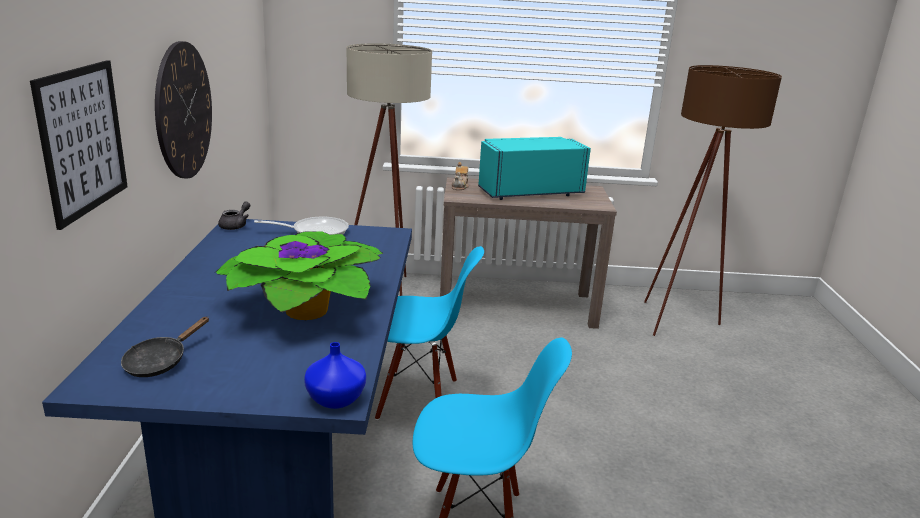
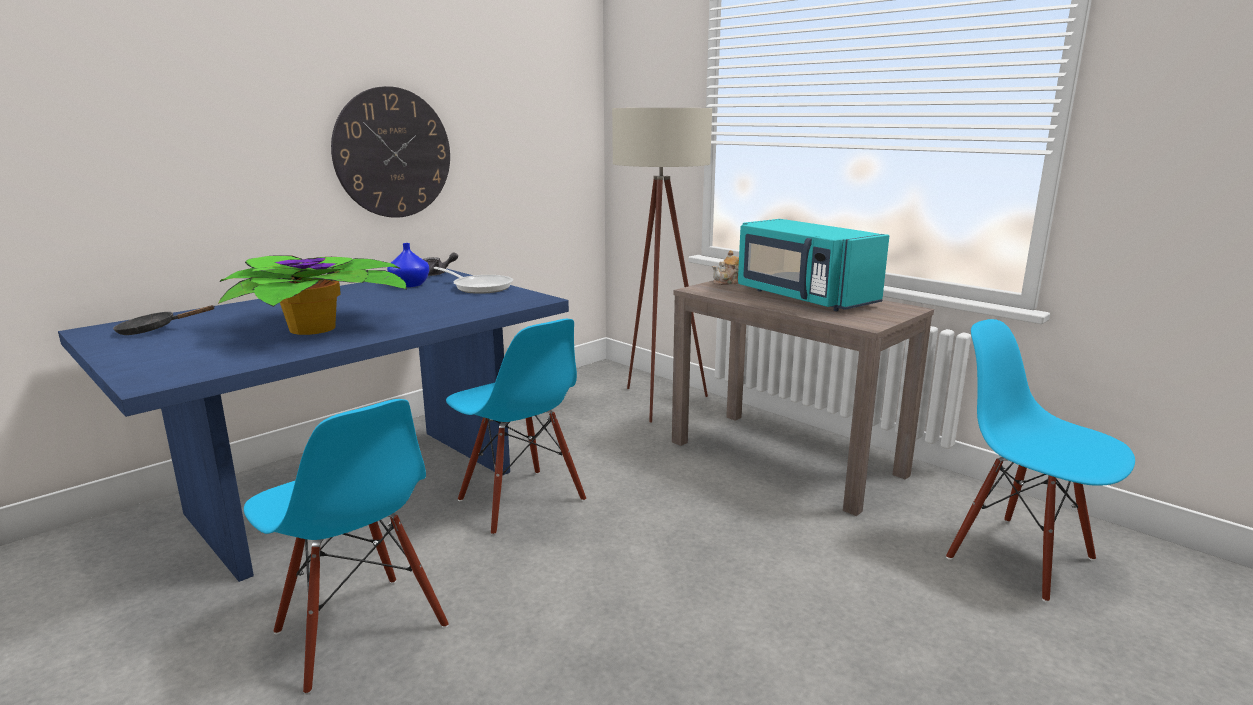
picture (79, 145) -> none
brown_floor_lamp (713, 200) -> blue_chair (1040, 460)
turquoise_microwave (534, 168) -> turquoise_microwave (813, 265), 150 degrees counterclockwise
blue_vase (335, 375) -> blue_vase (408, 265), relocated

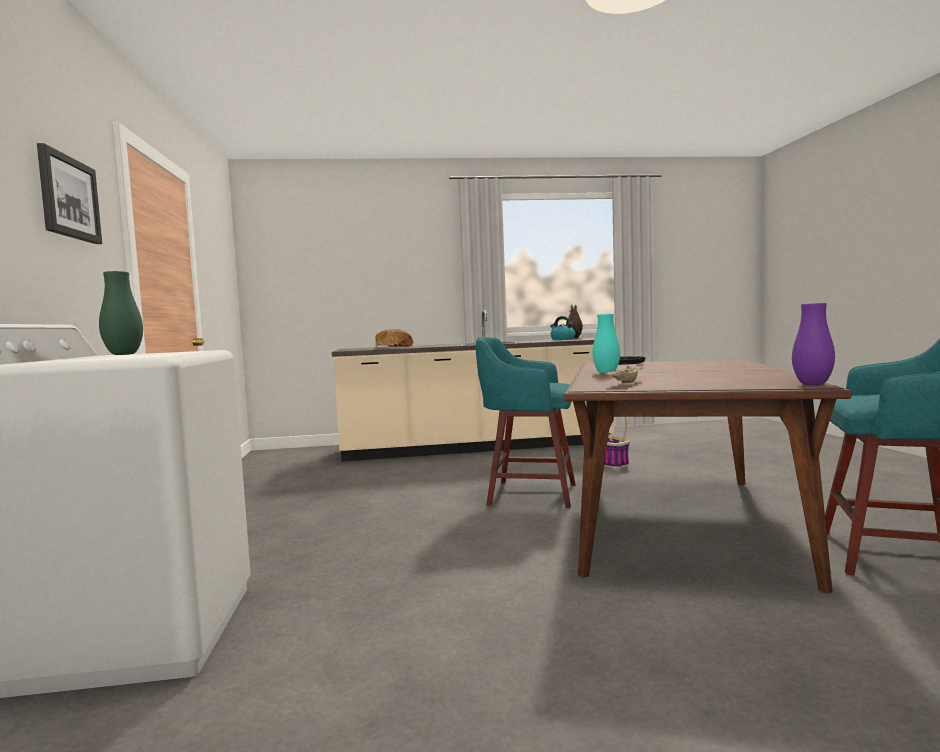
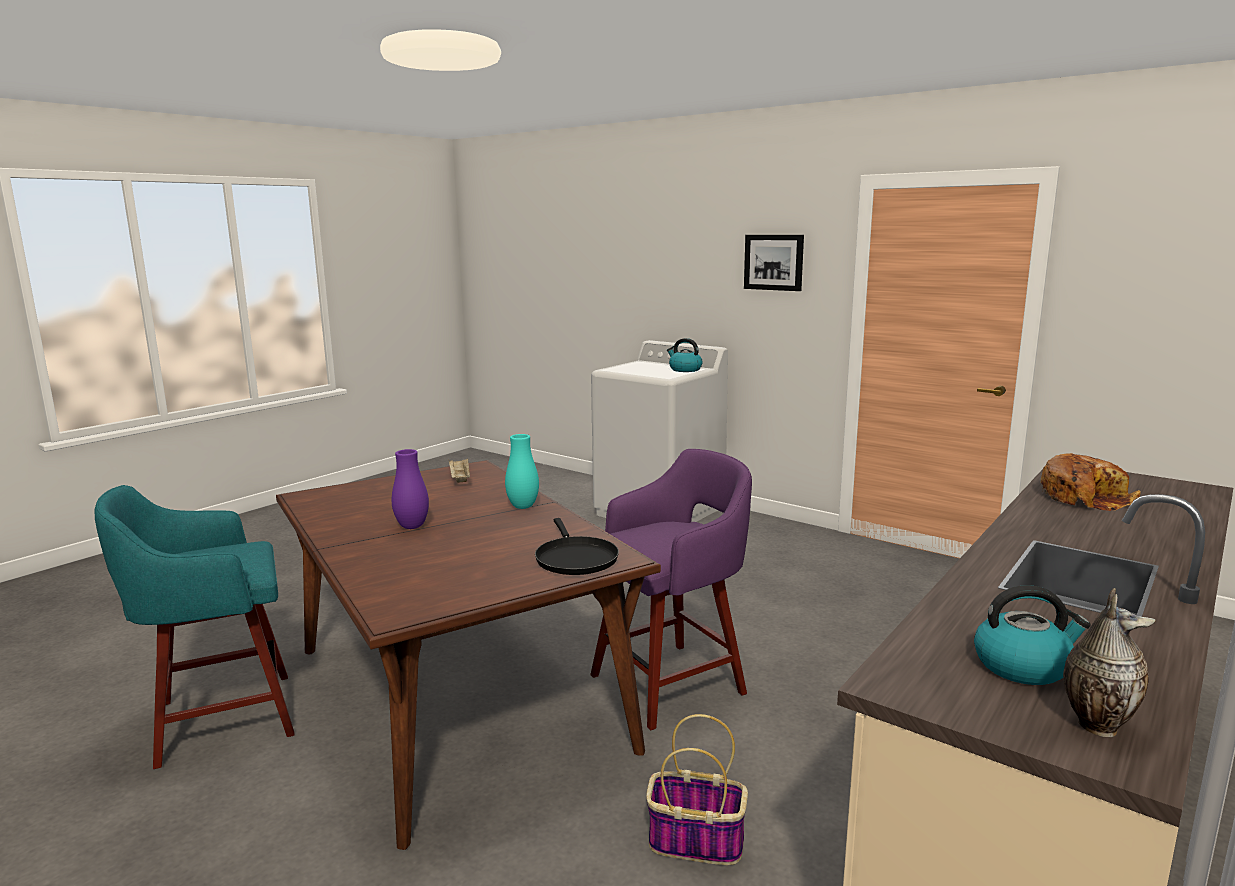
green_vase (121, 313) -> kettle (684, 355)
purple_vase (813, 344) -> purple_vase (410, 489), relocated
turquoise_stool (526, 422) -> purple_stool (671, 589)

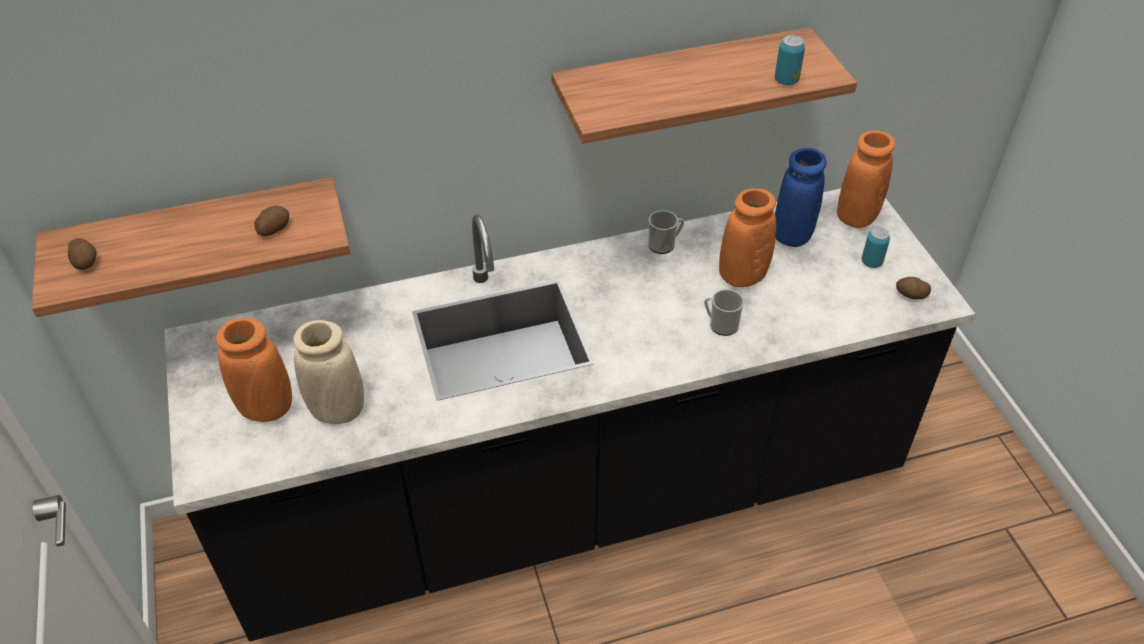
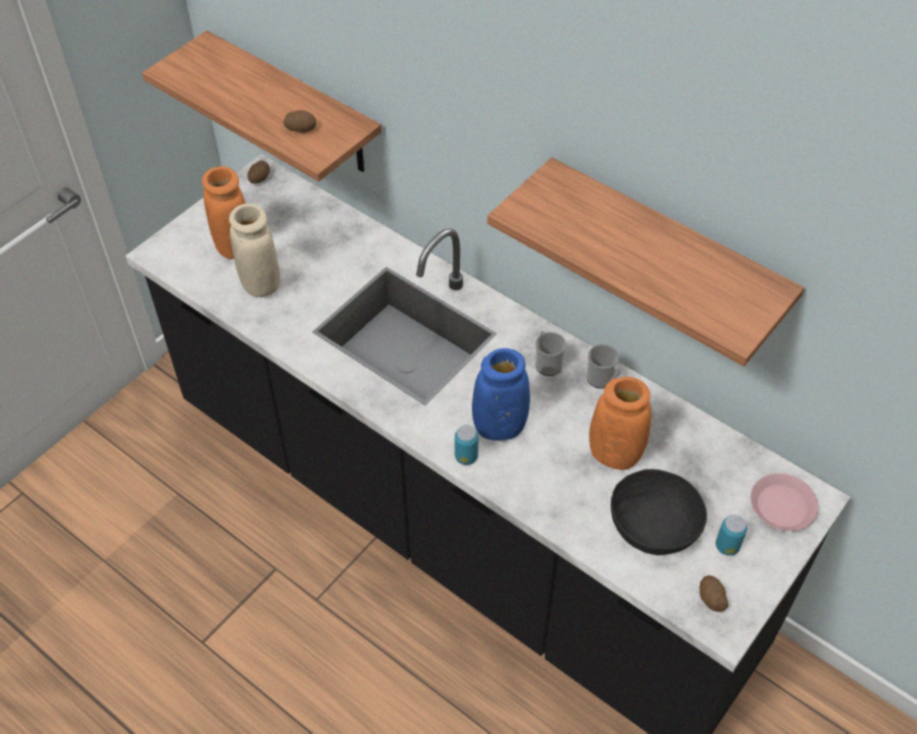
can (790, 60) -> can (466, 445), relocated
orange_vase (866, 179) -> pink_plate (784, 502)
blue_vase (801, 197) -> blue_vase (501, 394), relocated
potato (82, 254) -> potato (258, 172), relocated
mug (724, 312) -> mug (550, 353), relocated
none -> black_bowl (659, 512)

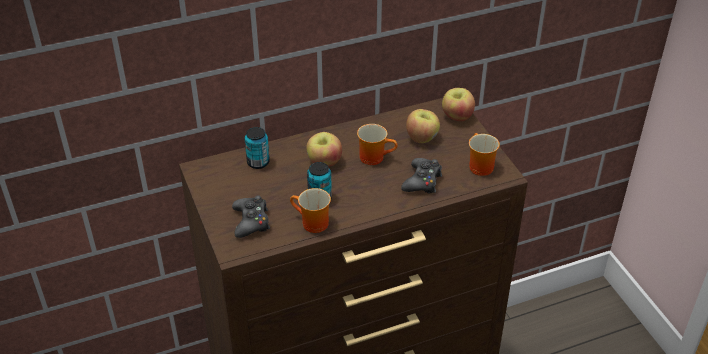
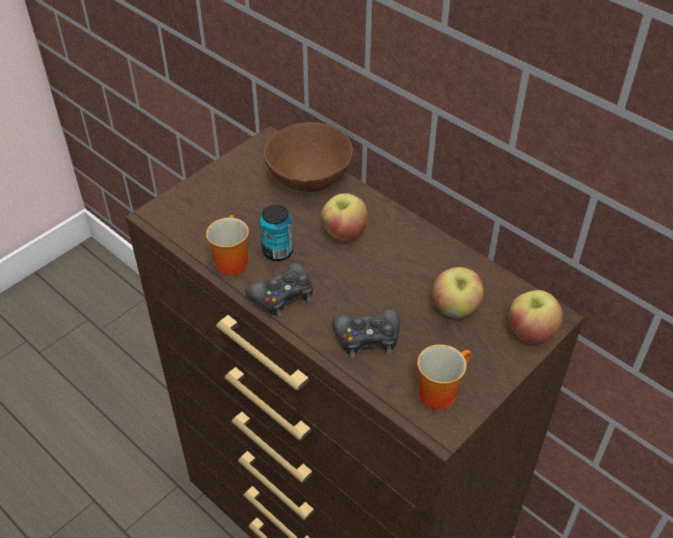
mug (377, 144) -> none
can (257, 148) -> brown_bowl (308, 157)
black_game_controller (251, 216) -> black_game_controller (279, 290), relocated

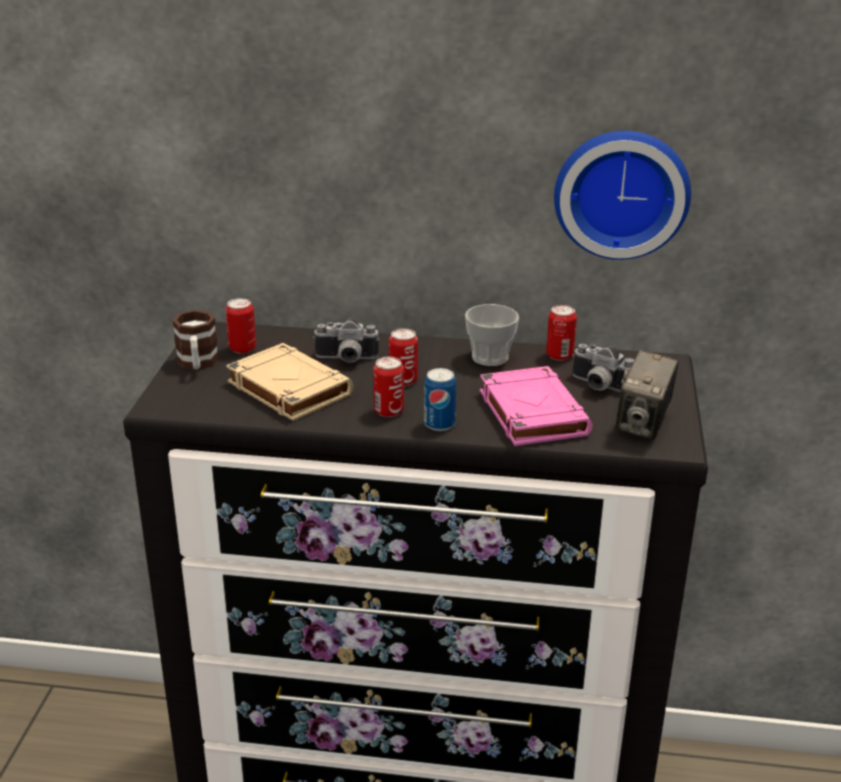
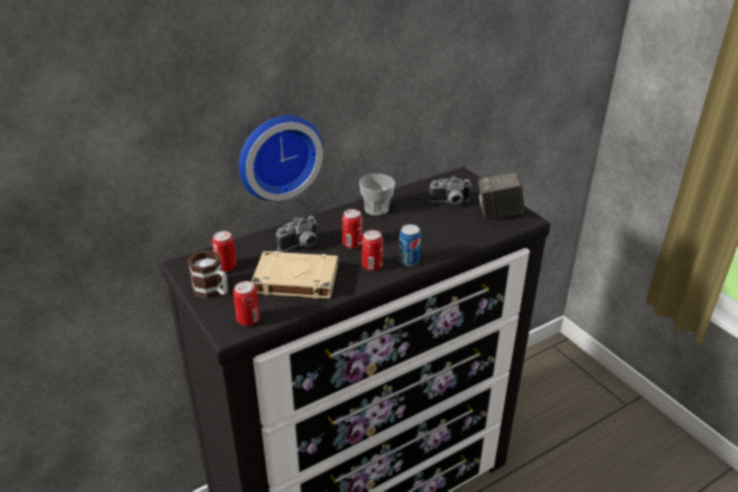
wall_clock (622, 195) -> wall_clock (281, 158), relocated
can (561, 333) -> can (246, 303), relocated
photo_camera (647, 395) -> photo_camera (501, 196), 105 degrees clockwise
pink_book (536, 406) -> none

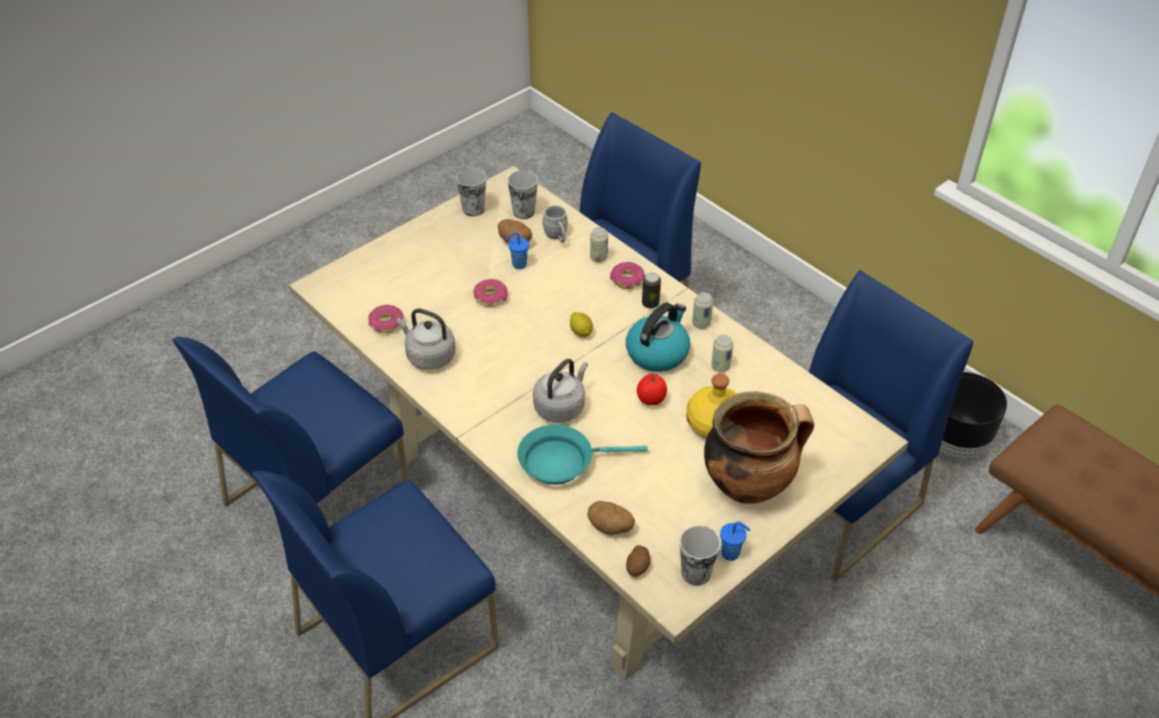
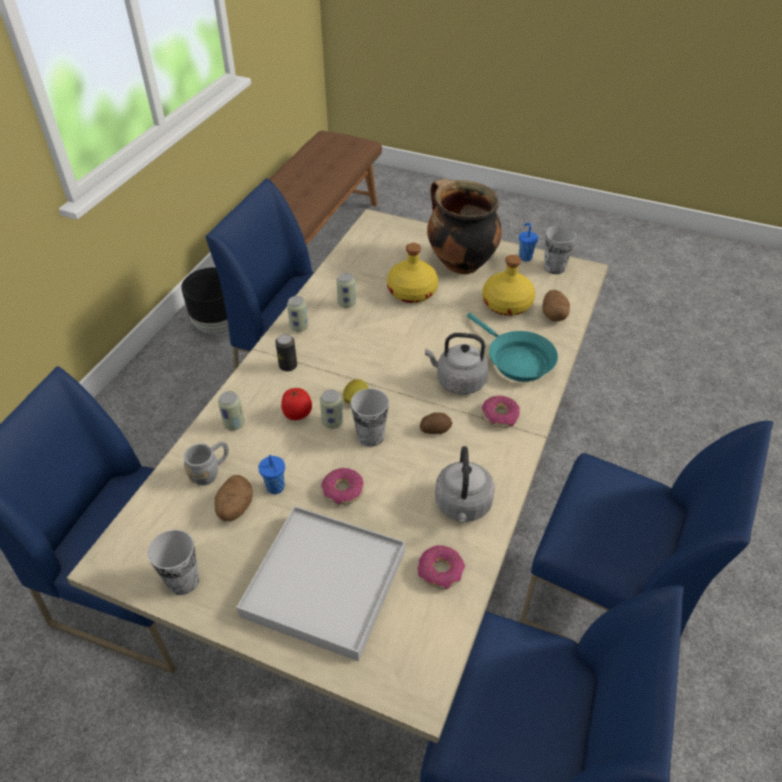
cup (522, 194) -> cup (370, 417), relocated
donut (627, 275) -> donut (501, 411), relocated
kettle (658, 337) -> none
tomato (652, 389) -> tomato (296, 404), relocated
potato (638, 561) -> potato (436, 423), relocated
none -> yellow_bottle (508, 285)
none -> can (331, 409)
none -> white_tray (321, 583)

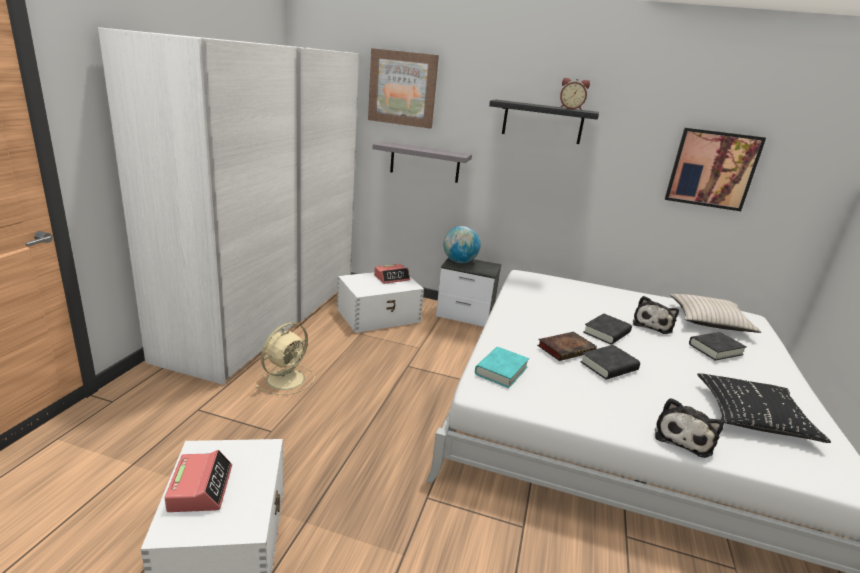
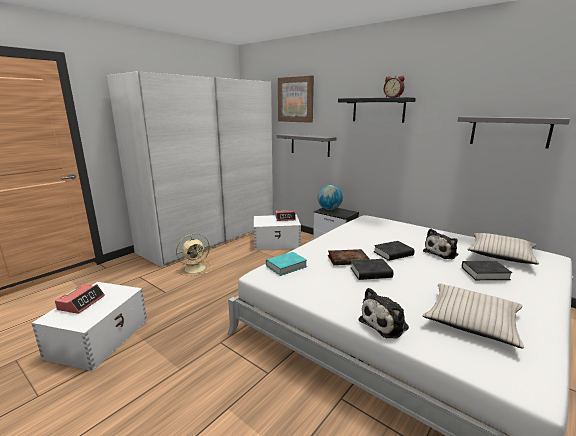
picture (715, 169) -> grey_shelf (514, 132)
black_pillow (764, 408) -> beige_pillow (473, 316)

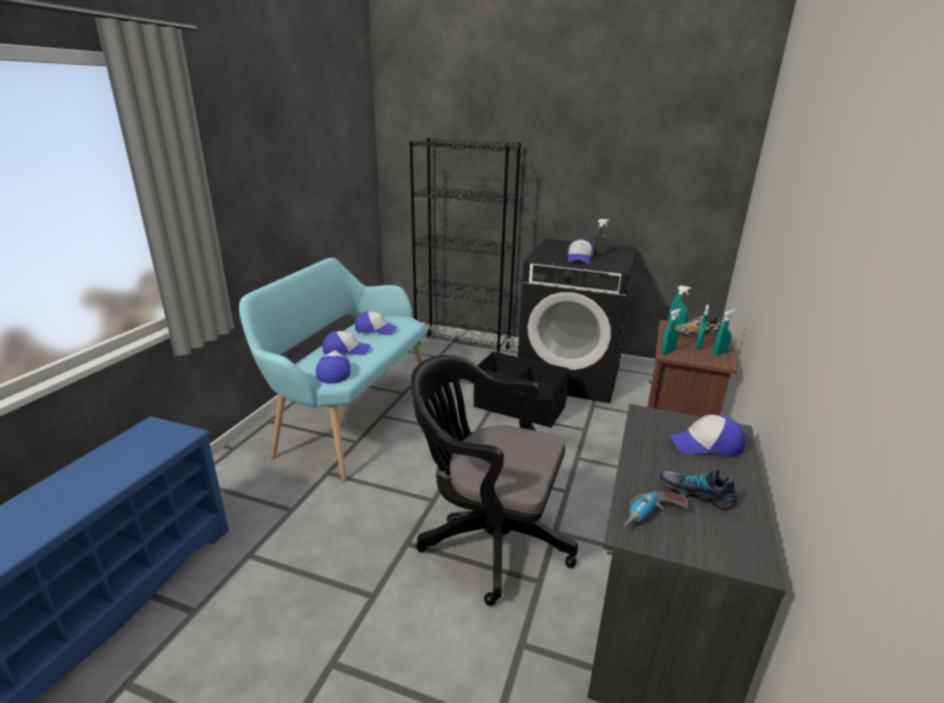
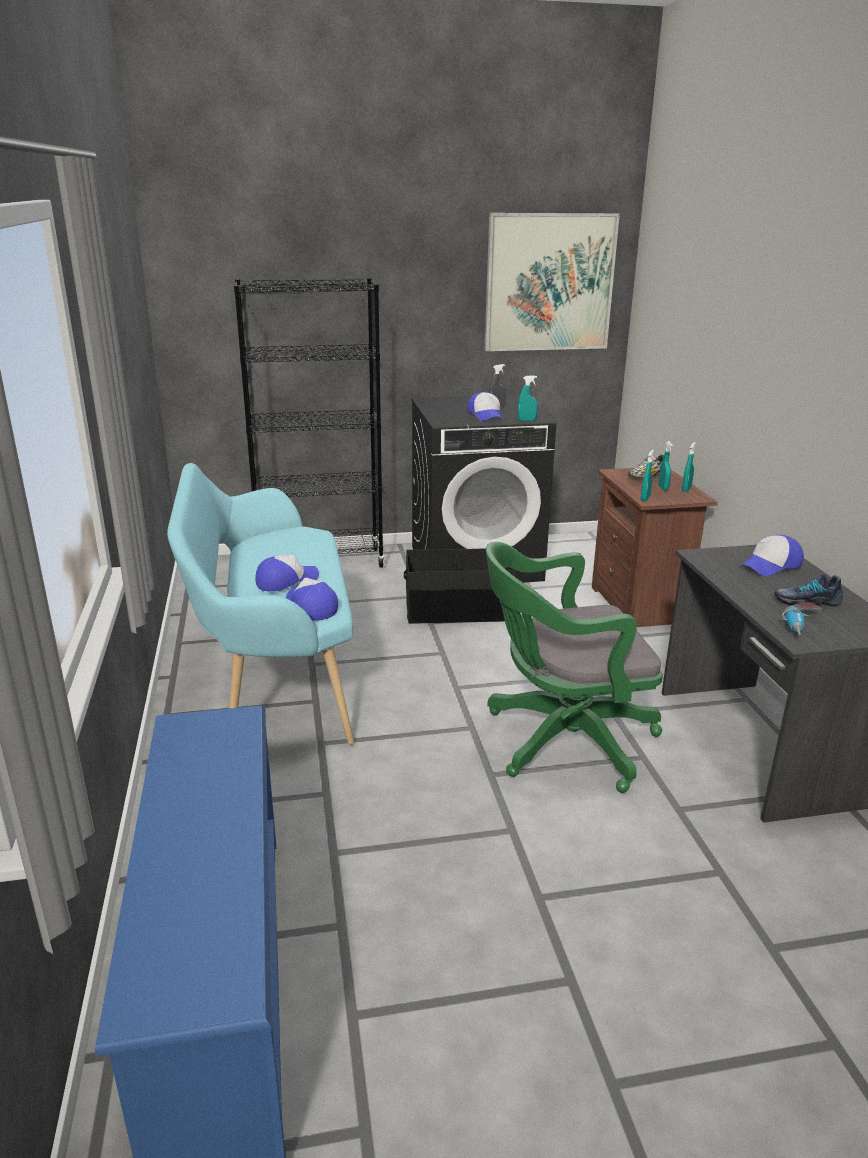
turquoise_spray_bottle (679, 305) -> turquoise_spray_bottle (528, 398), relocated
cap (376, 323) -> none
black_office_chair (494, 480) -> green_office_chair (574, 667)
none -> picture (552, 282)

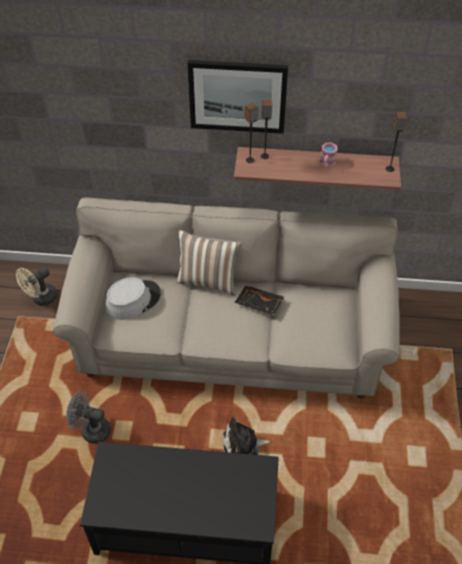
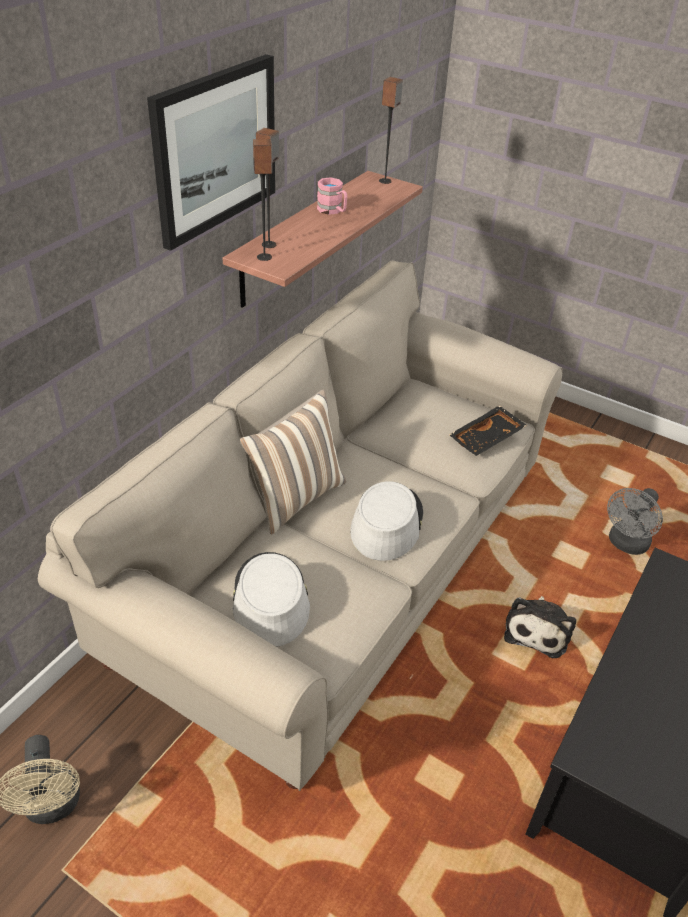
black_tray (259, 300) -> black_tray (488, 430), relocated
grey_fan (88, 417) -> grey_fan (635, 521), relocated
none -> grey_hat (386, 521)

